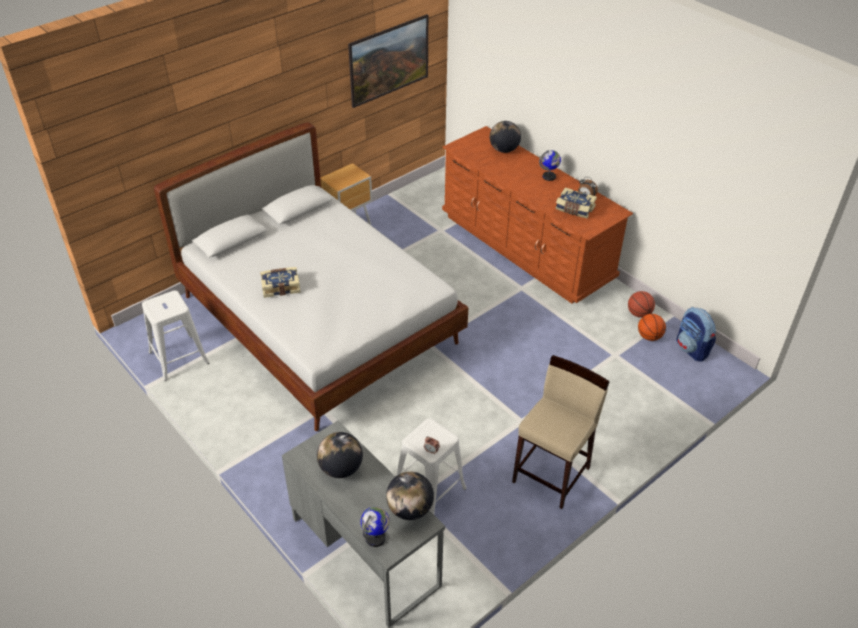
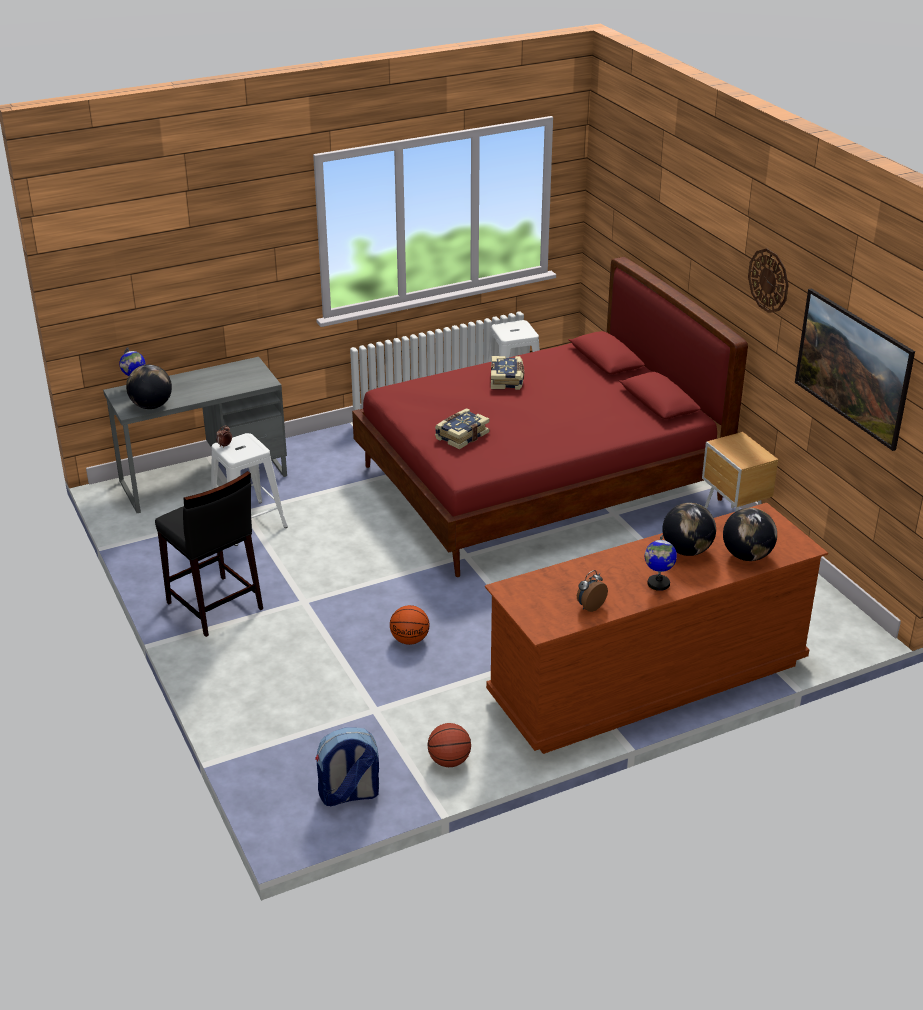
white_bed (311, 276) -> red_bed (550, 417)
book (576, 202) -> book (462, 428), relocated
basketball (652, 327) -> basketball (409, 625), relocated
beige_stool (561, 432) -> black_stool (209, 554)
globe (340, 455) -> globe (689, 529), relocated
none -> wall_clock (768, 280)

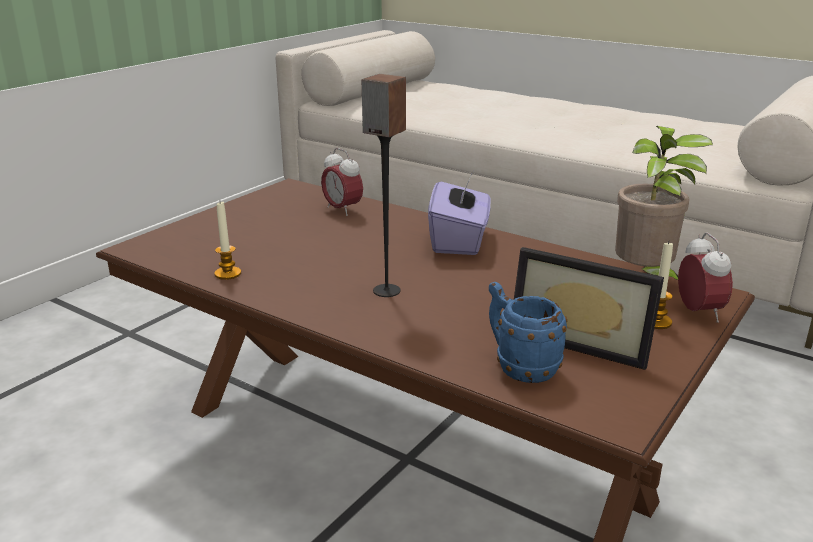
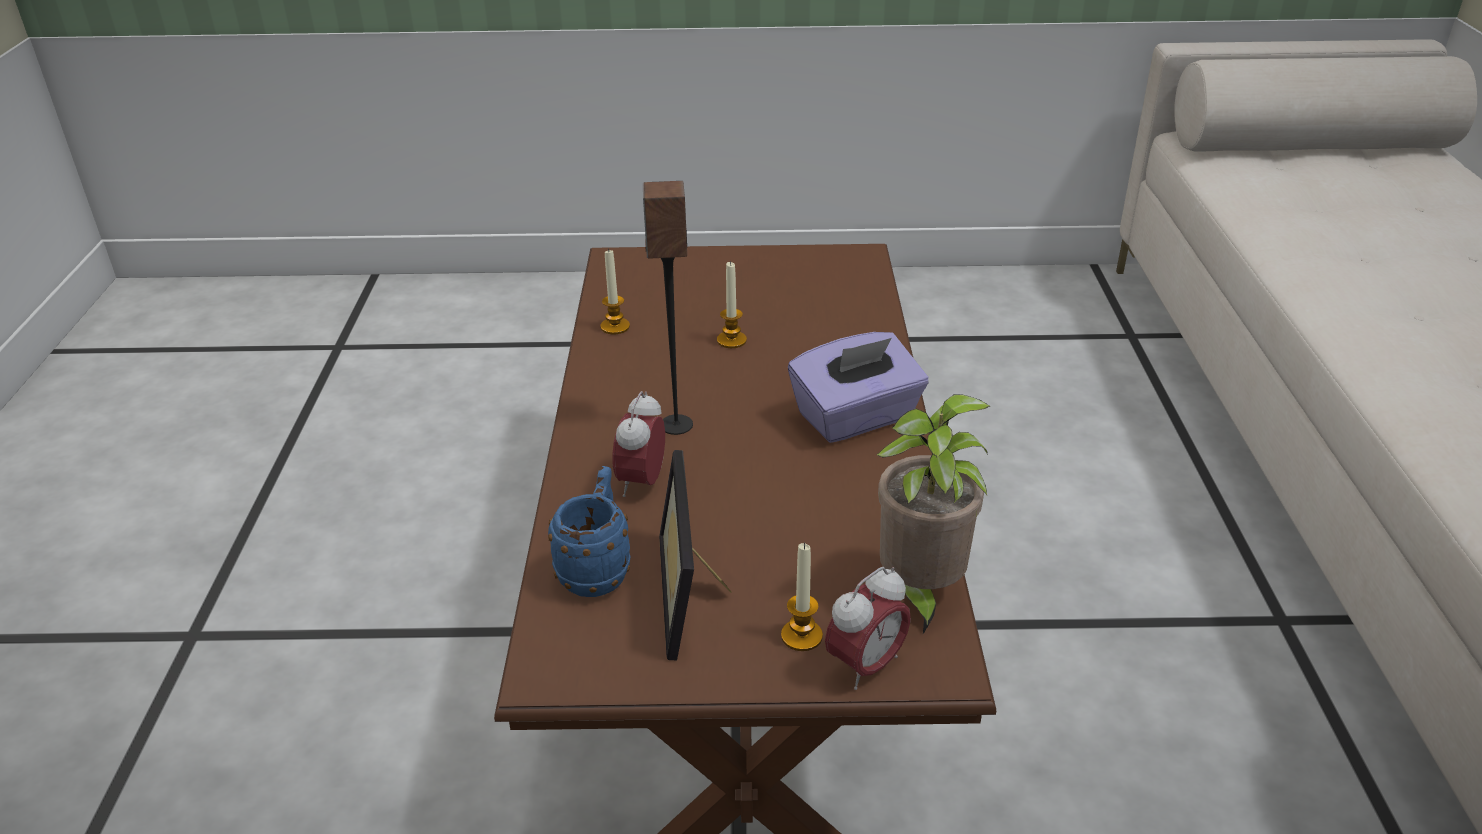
alarm_clock (342, 182) -> alarm_clock (638, 444), relocated
none -> candle (732, 304)

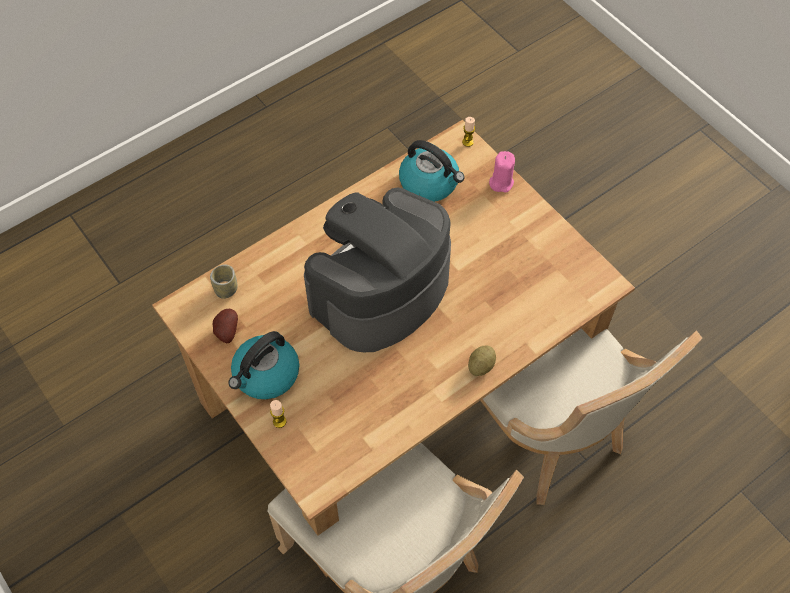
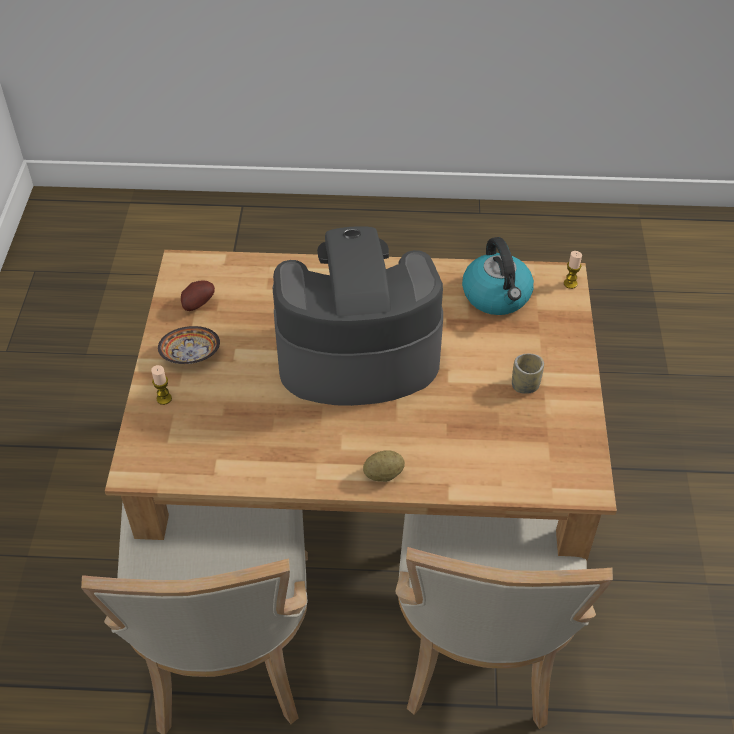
pink_candle (502, 172) -> none
cup (223, 281) -> cup (528, 374), relocated
kettle (263, 365) -> bowl (189, 345)

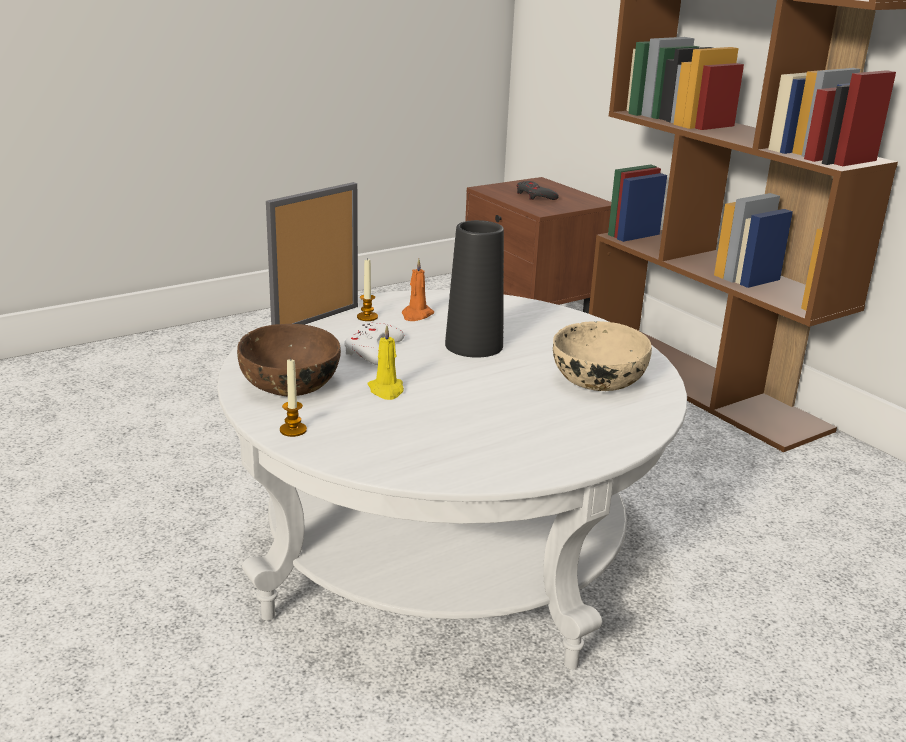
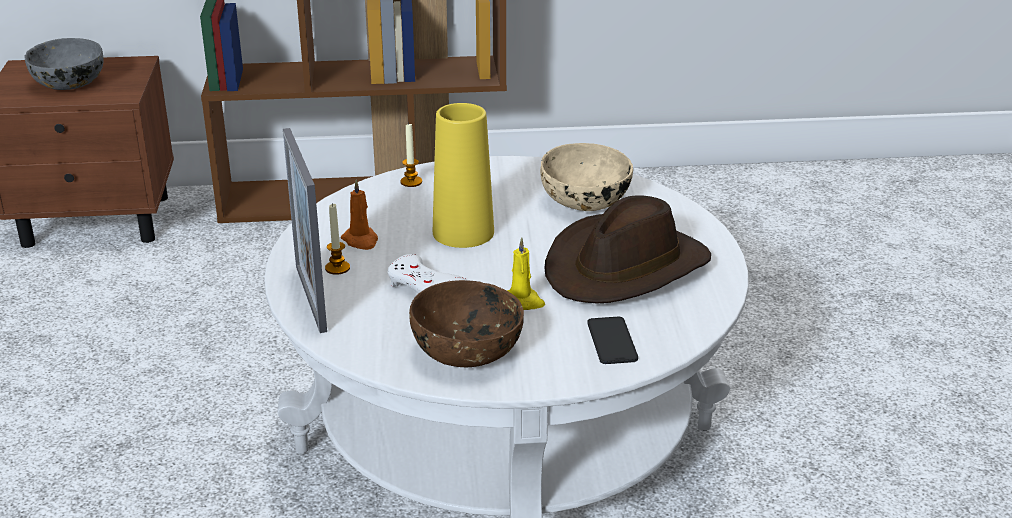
grey_game_controller (538, 190) -> grey_bowl (64, 64)
black_vase (474, 289) -> yellow_vase (463, 175)
candle (293, 397) -> candle (411, 155), relocated
none -> brown_hat (627, 249)
none -> phone (612, 340)

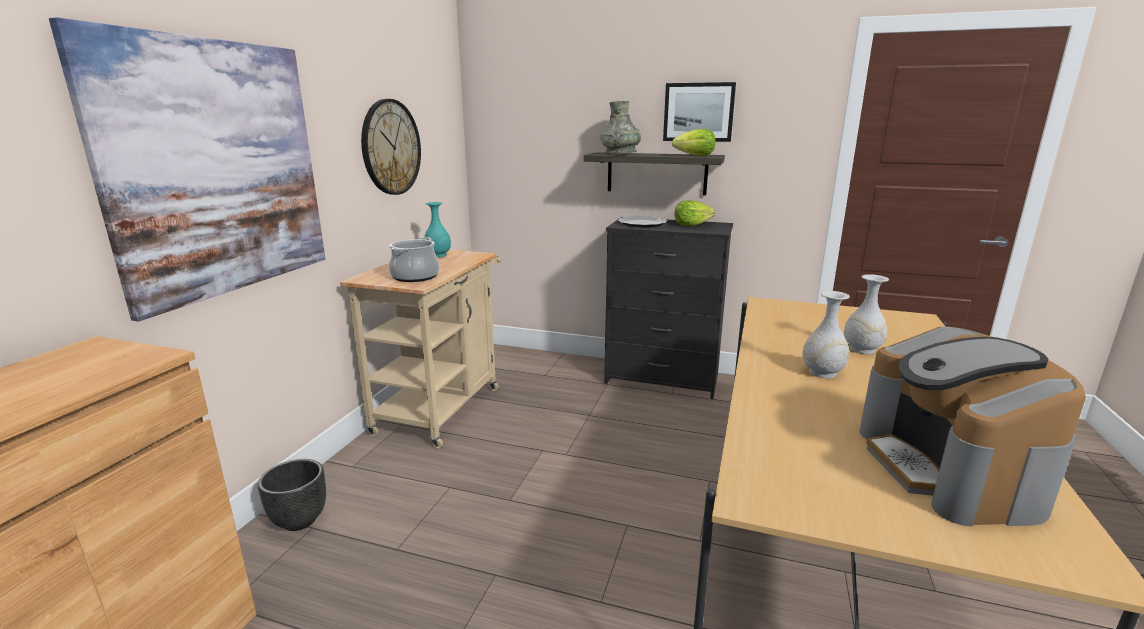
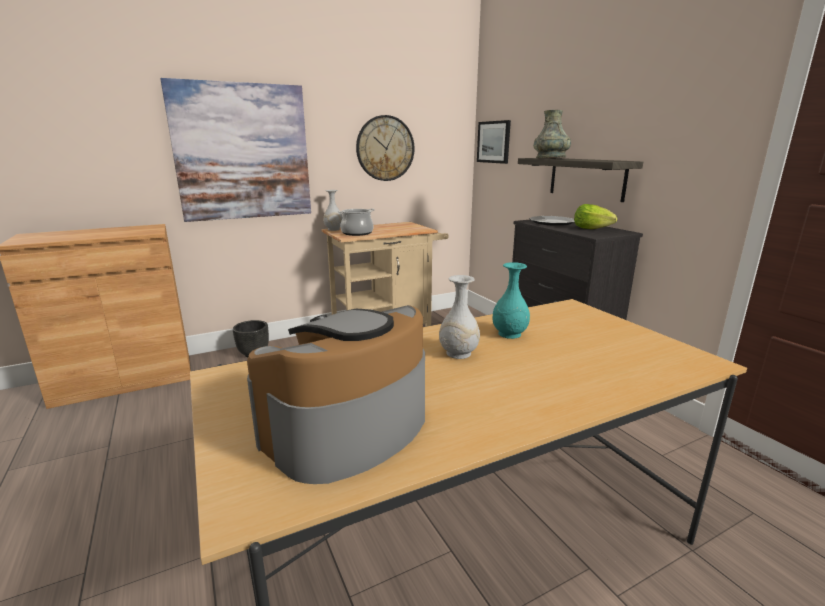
picture (699, 112) -> picture (494, 142), relocated
lettuce (694, 142) -> none
turquoise_vase (437, 229) -> turquoise_vase (511, 300), relocated
white_vase (866, 314) -> white_vase (333, 210), relocated

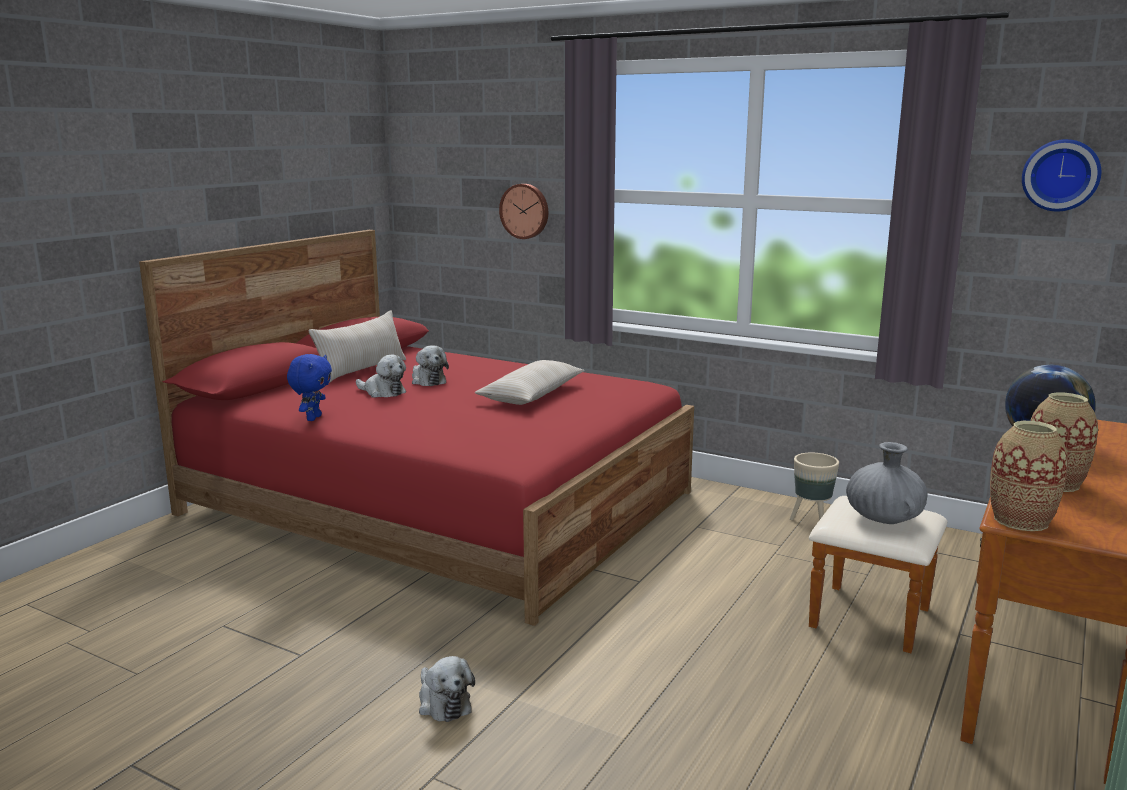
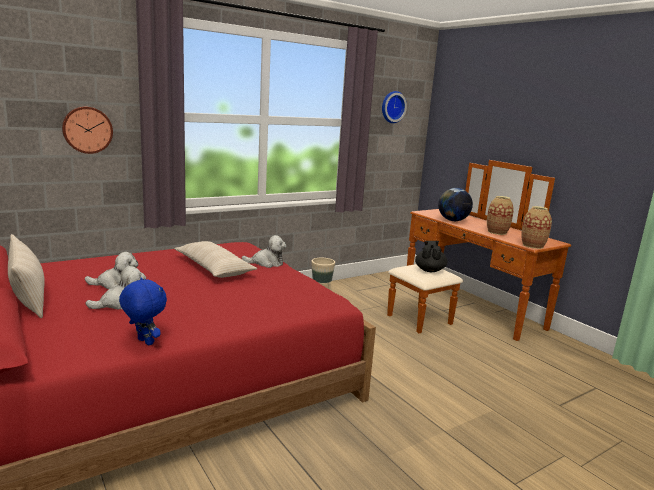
grey_vase (887, 483) -> black_teapot (431, 256)
plush_toy (447, 689) -> plush_toy (264, 251), relocated

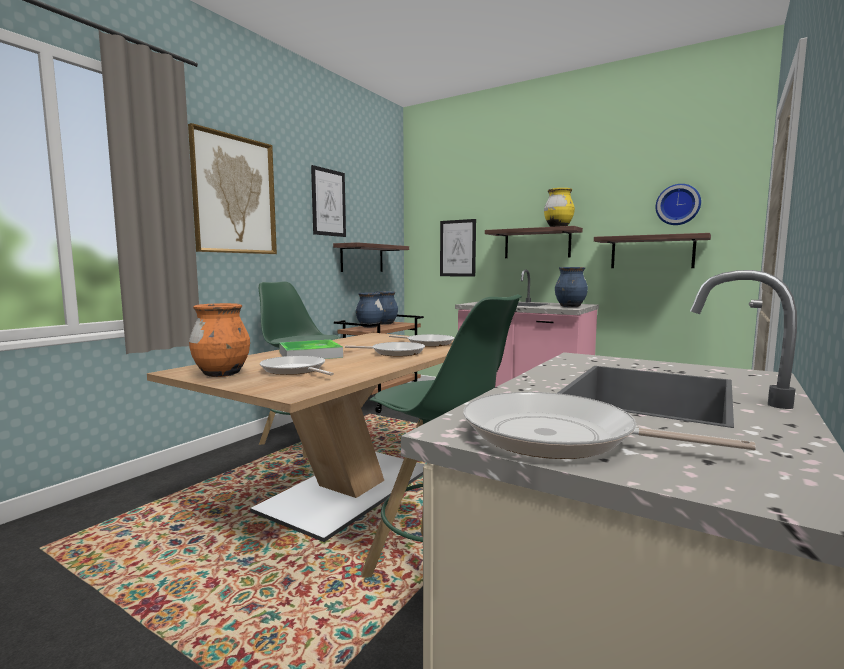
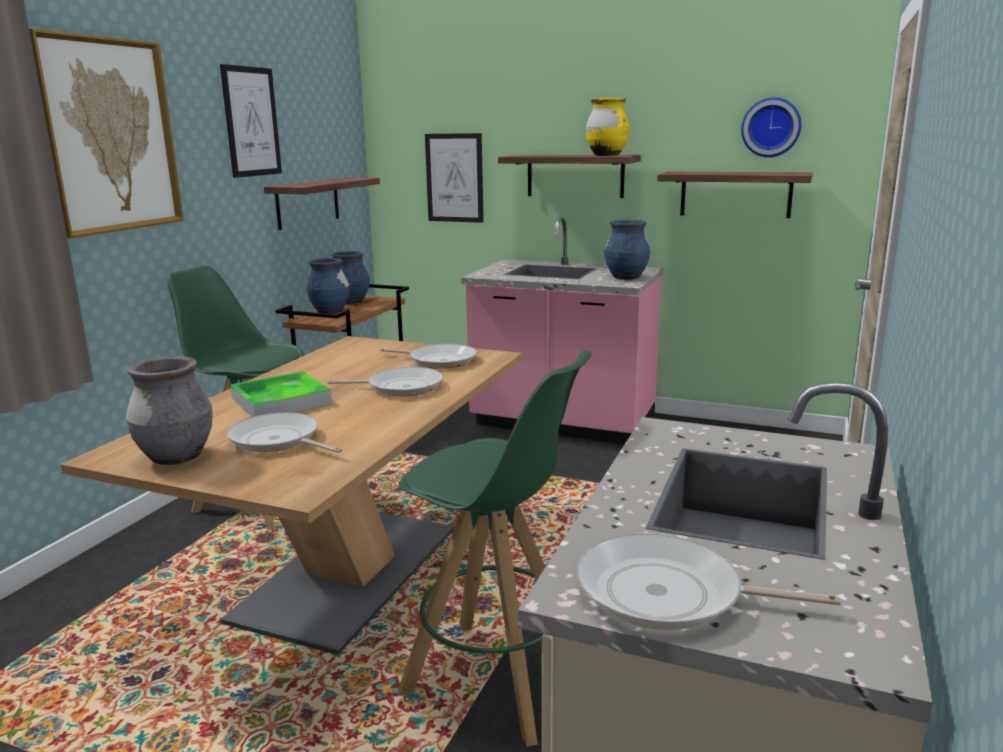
orange_vase (219, 340) -> grey_vase (169, 410)

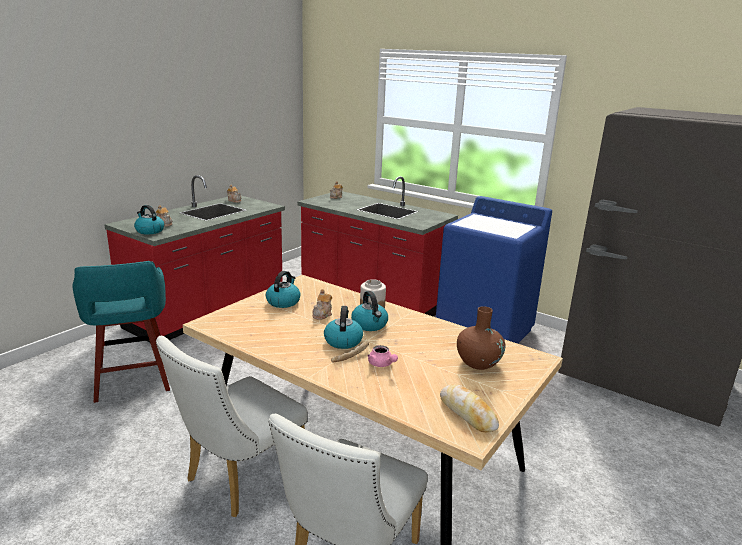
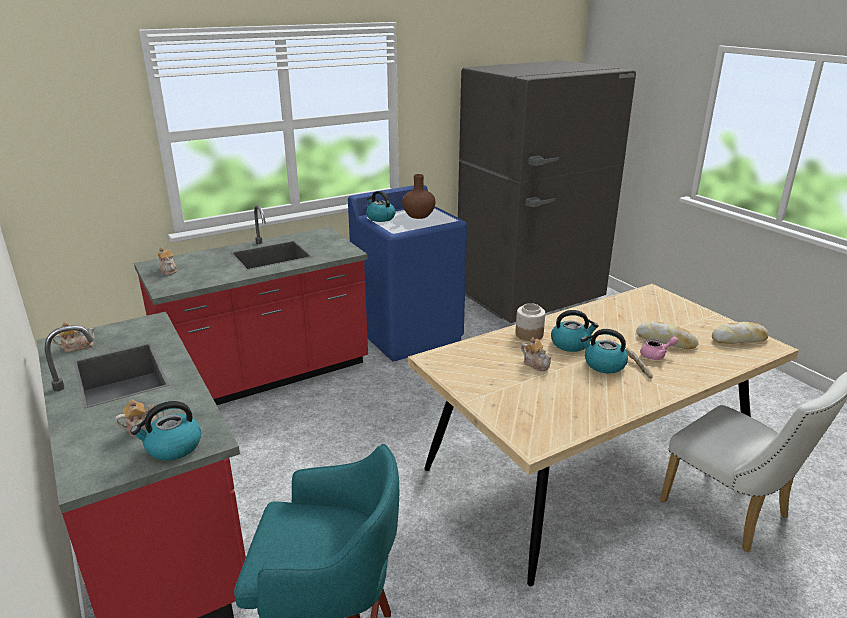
kettle (283, 289) -> kettle (381, 206), relocated
brown_vase (481, 338) -> brown_vase (418, 196), relocated
white_chair (232, 426) -> none
none -> bread (667, 335)

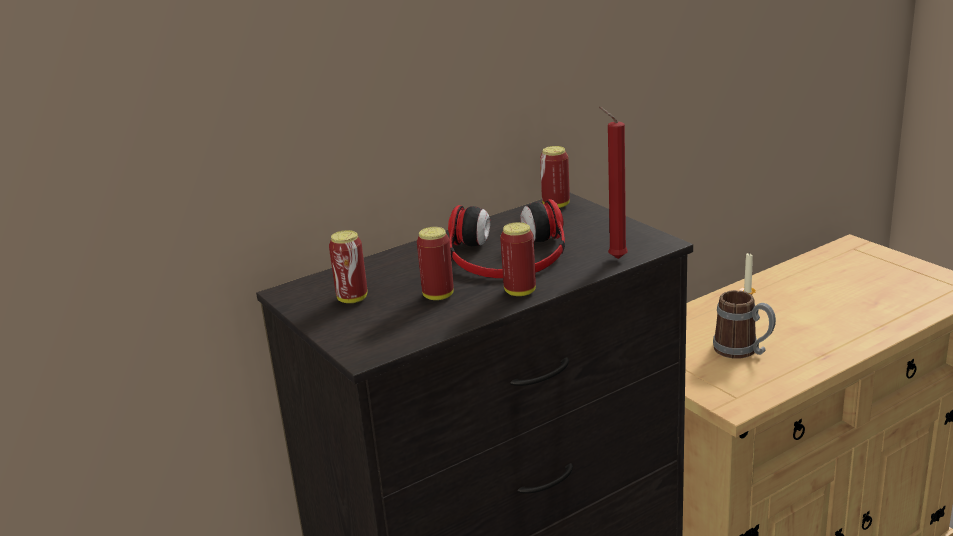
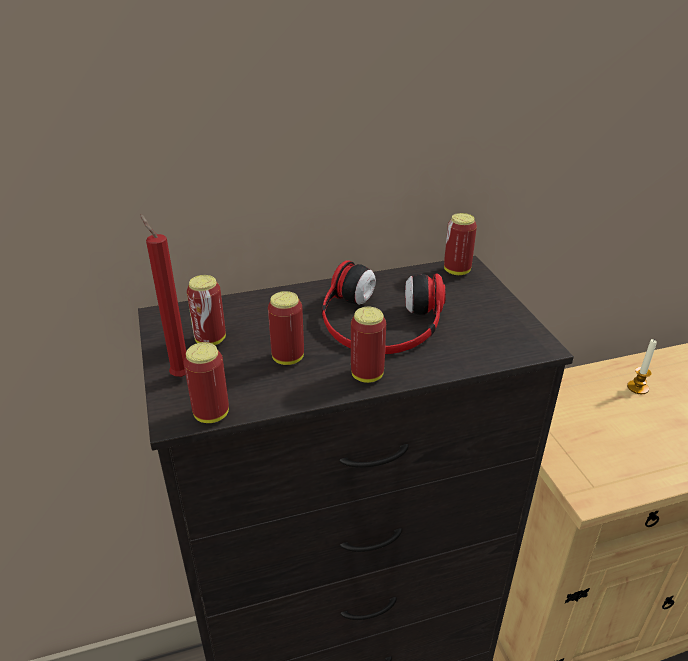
red_candle (613, 183) -> red_candle (163, 295), relocated
mug (744, 324) -> none
none -> can (206, 382)

